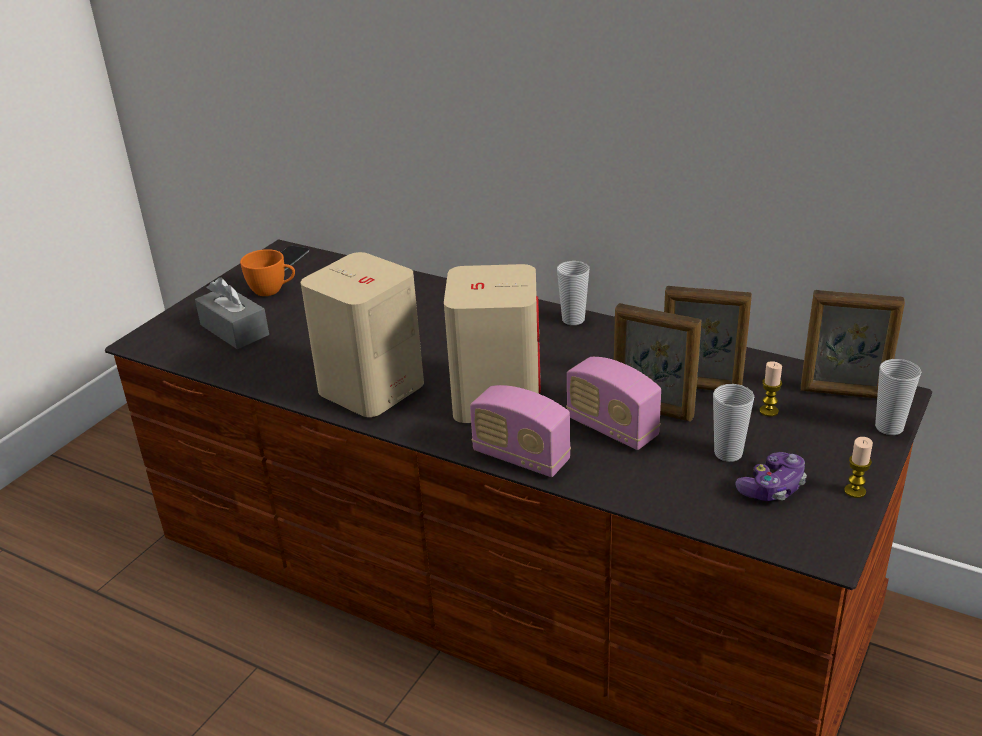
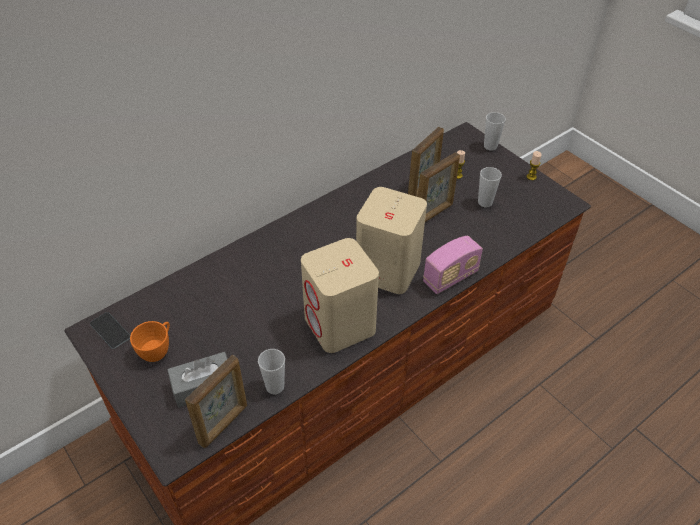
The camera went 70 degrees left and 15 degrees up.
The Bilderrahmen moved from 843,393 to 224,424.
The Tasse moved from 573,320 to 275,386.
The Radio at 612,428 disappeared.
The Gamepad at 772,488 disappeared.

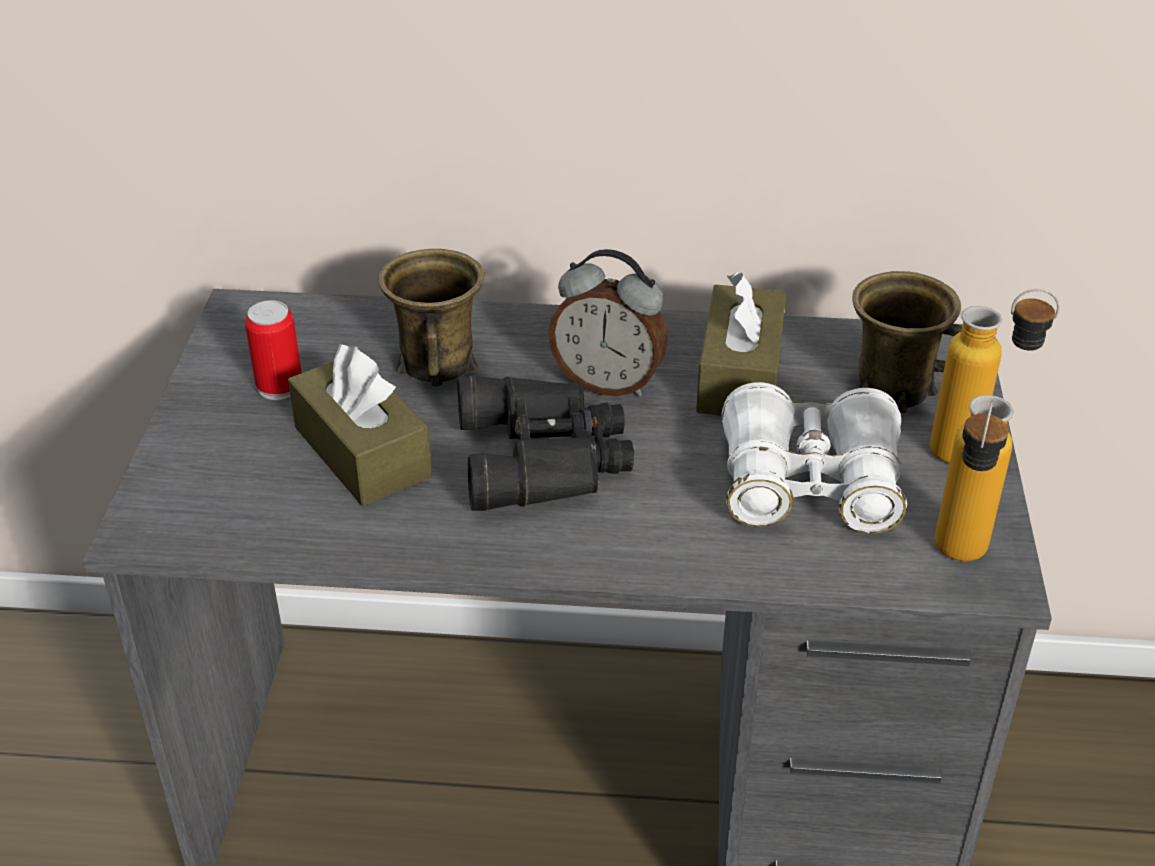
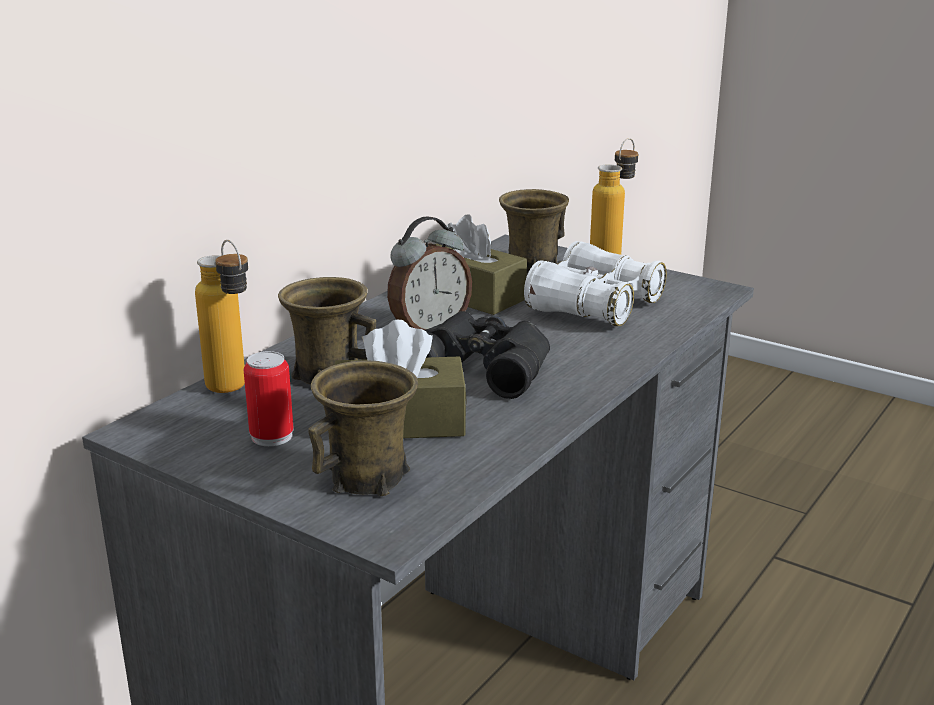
The camera went 60 degrees left and 15 degrees down.
The Flasche moved from 957,560 to 234,391.
The Henkelbecher [braun] at 368,477 appeared.

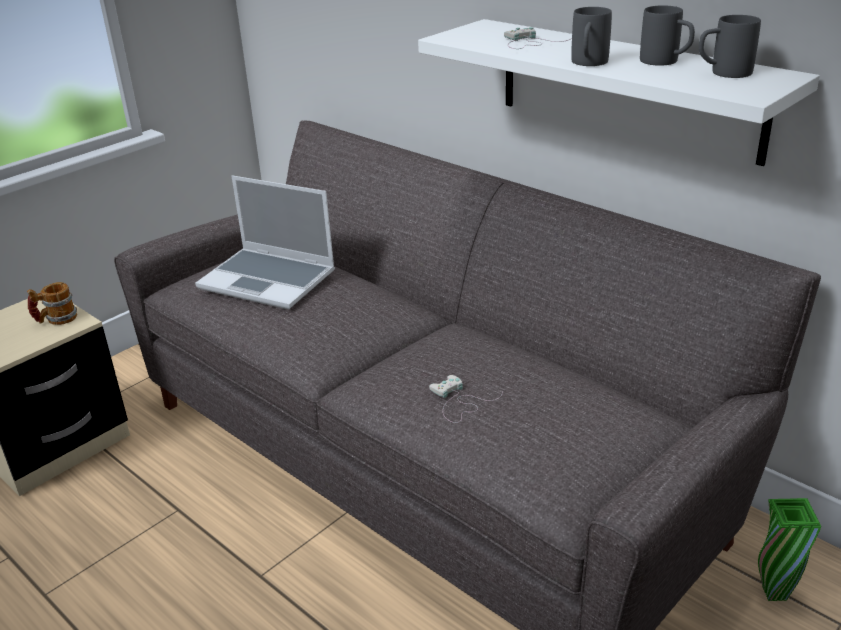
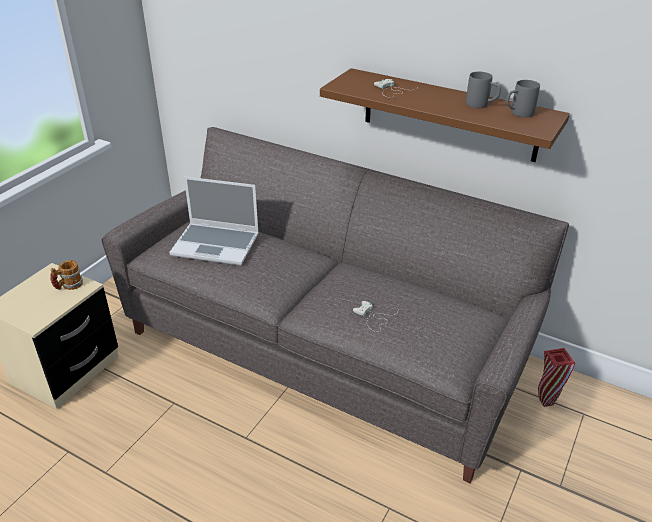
The camera went 15 degrees left and 5 degrees up.
The Wandregal [weiß] at 626,88 became the Wandregal [braun] at 449,115.
The Vase [grün] at 774,593 became the Vase [rot] at 546,402.
The Henkelbecher [grau] at 588,64 disappeared.

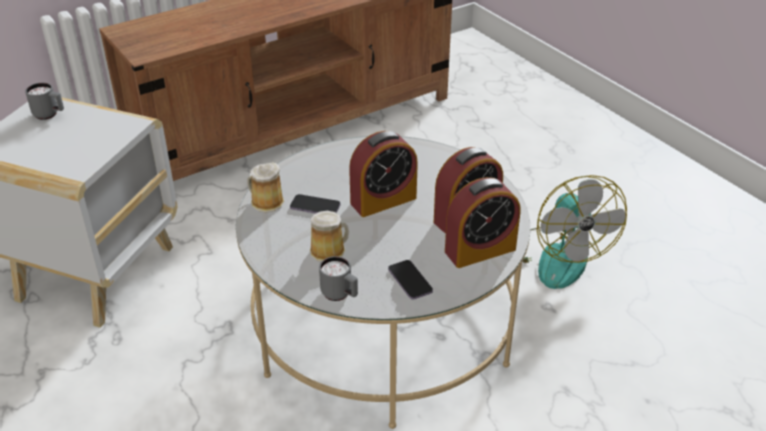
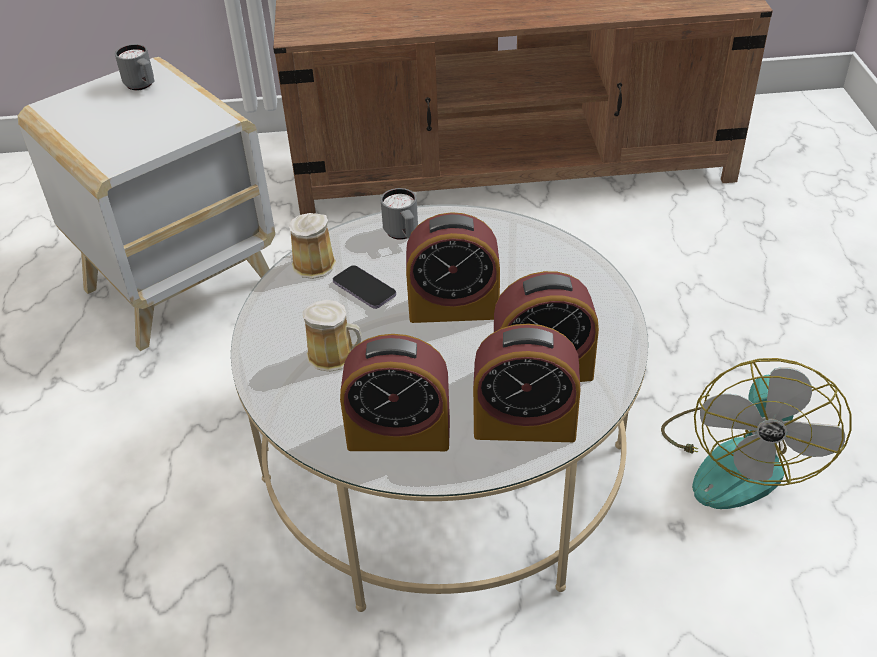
The camera went 30 degrees right and 5 degrees up.
The Handy at 410,281 was replaced by the Wecker at 399,434.
The Henkelbecher [grau] moved from 340,295 to 403,235.

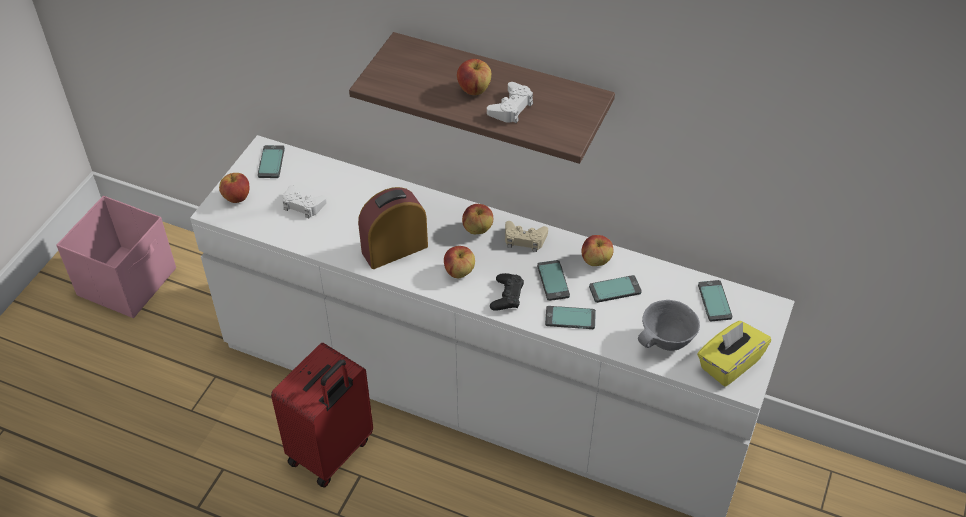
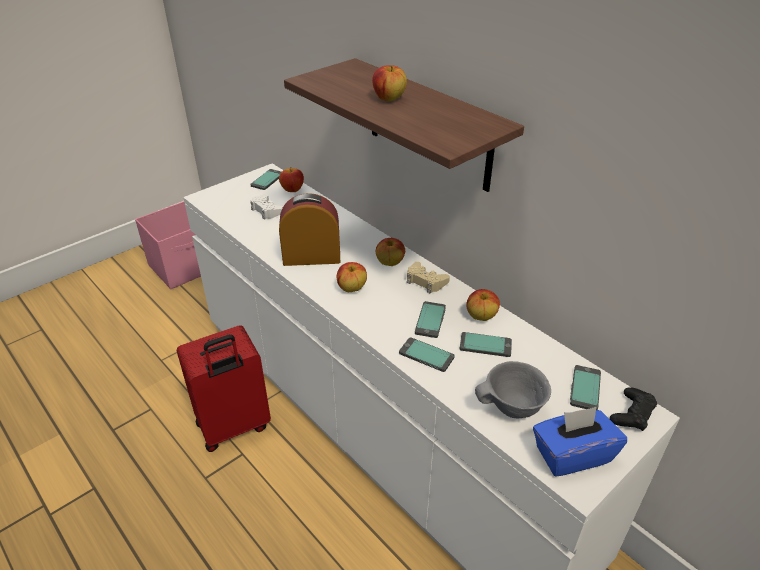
The camera went 25 degrees right and 10 degrees down.
The Apfel moved from 237,197 to 292,189.
The Taschentuchbox [gelb] at 729,364 became the Taschentuchbox [blau] at 572,454.
The Gamepad [schwarz] moved from 507,296 to 632,414.
The Gamepad [weiß] at 511,108 disappeared.

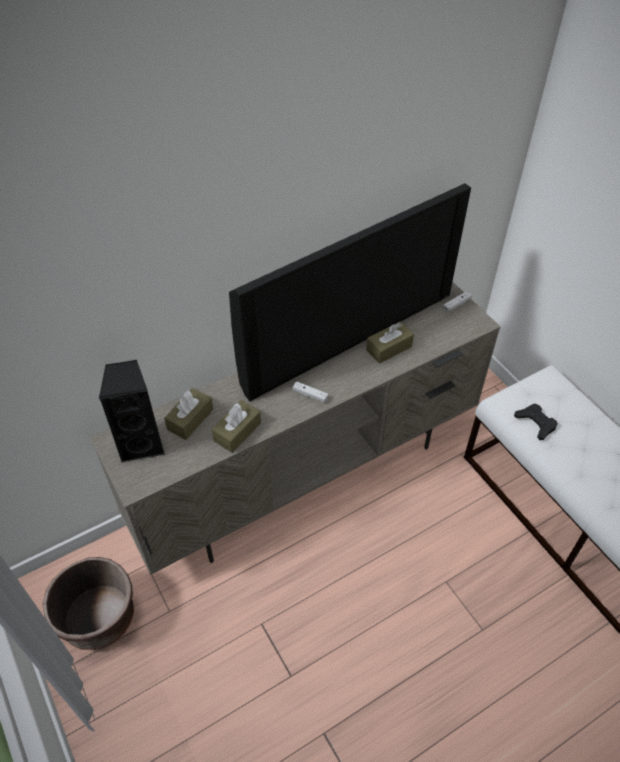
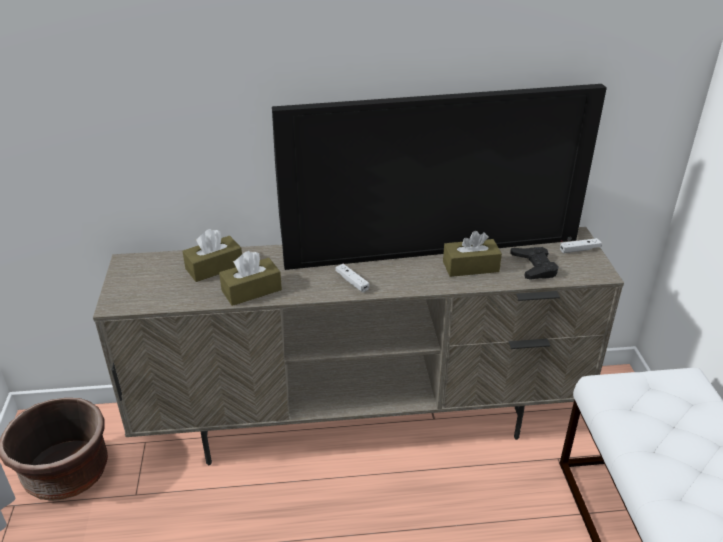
The camera went 25 degrees right and 15 degrees down.
The Gamepad [schwarz] moved from 535,423 to 534,267.
The Lautsprecher [schwarz] at 142,443 disappeared.

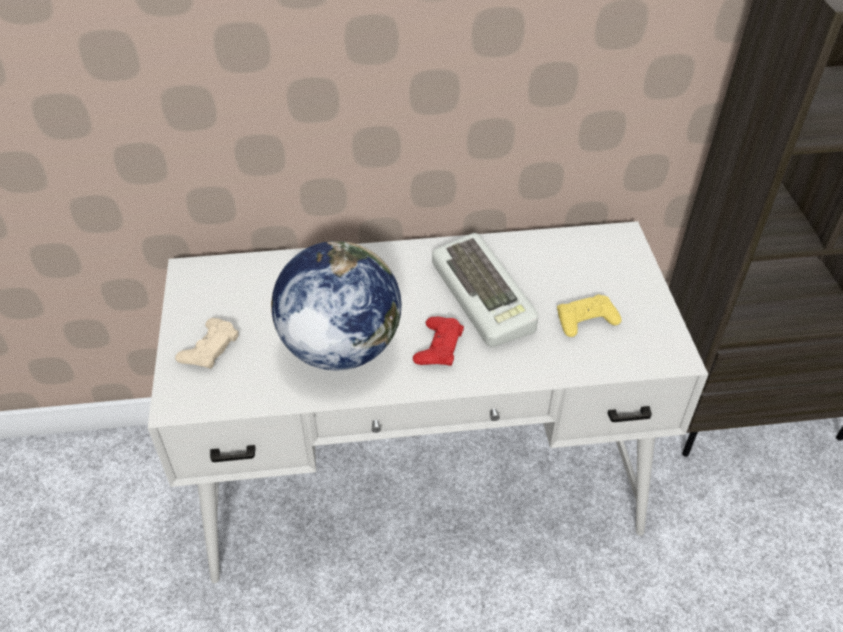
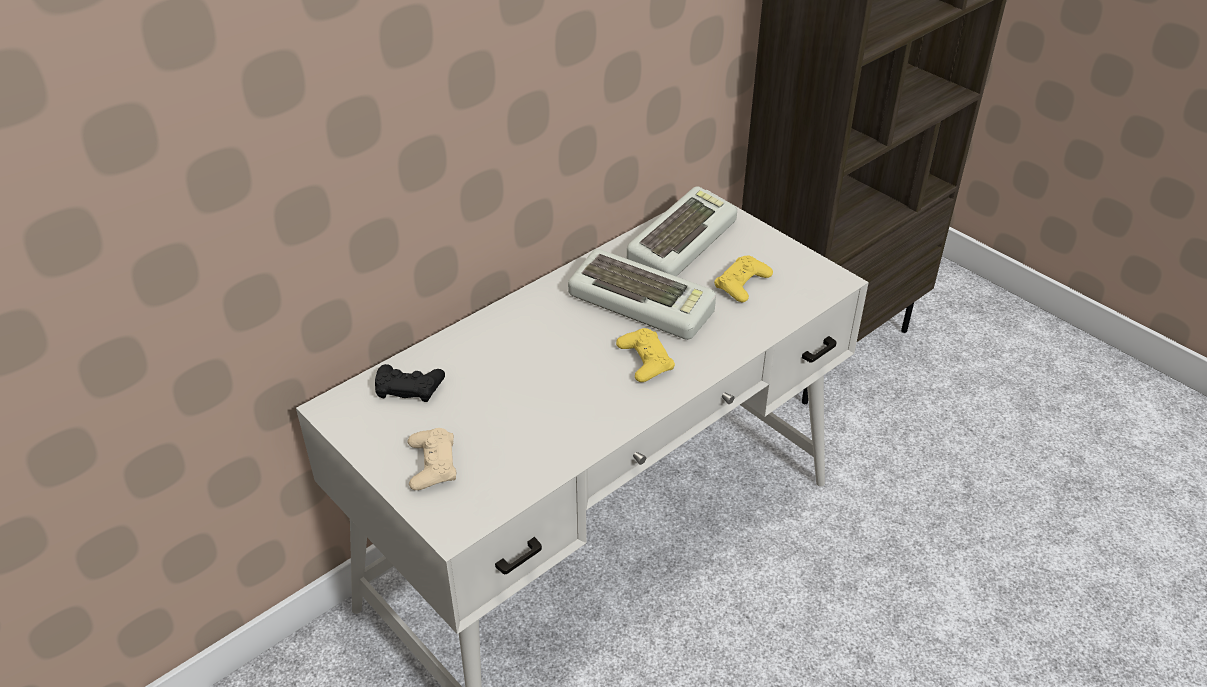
The camera went 35 degrees left and 5 degrees down.
The Gamepad [schwarz] at 408,387 appeared.
The Gamepad [rot] at 438,346 became the Gamepad [gelb] at 645,360.
The Tastatur at 680,241 appeared.
The Globus at 340,348 disappeared.

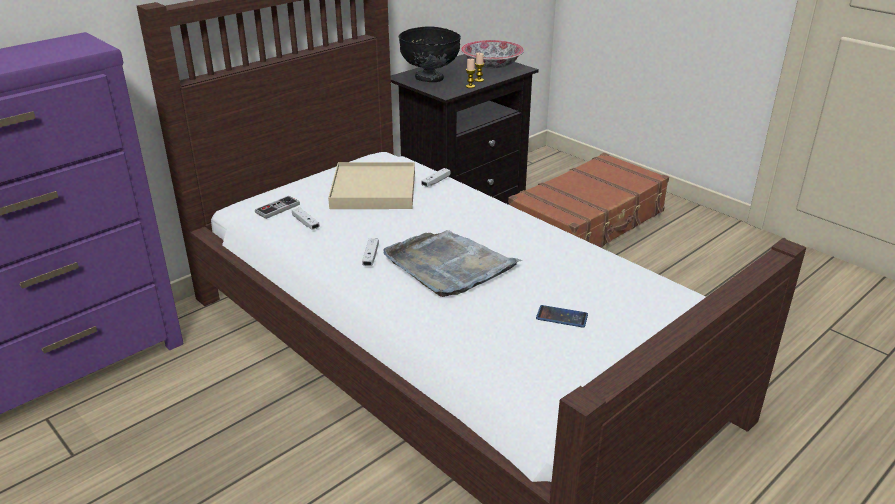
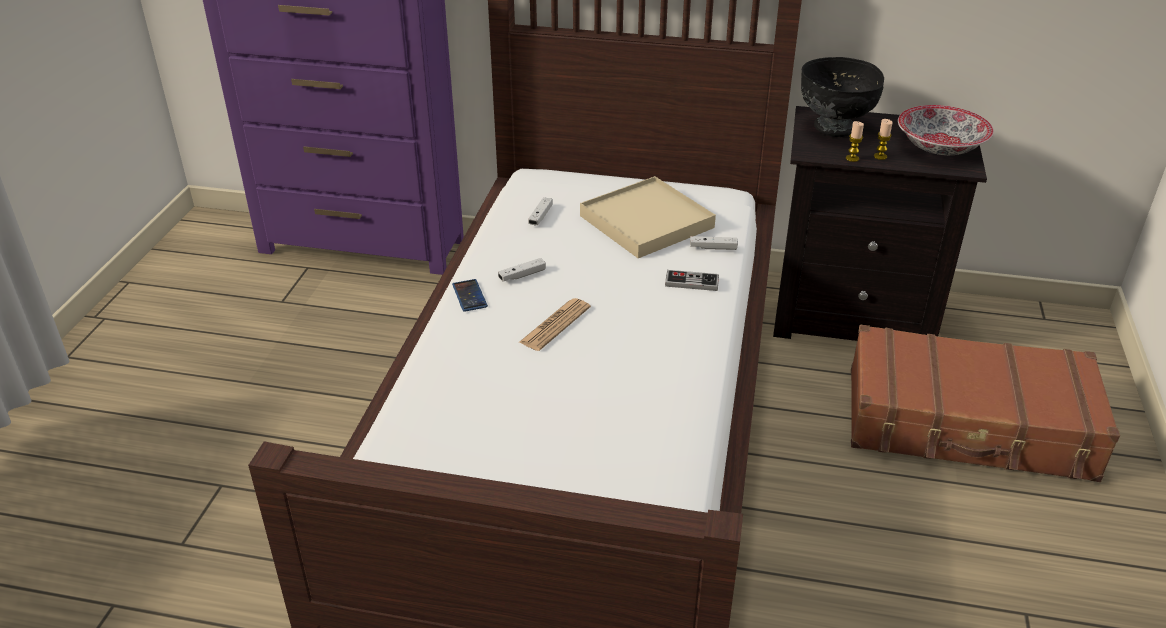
The camera went 55 degrees right and 5 degrees up.
The Handy moved from 562,317 to 469,296.
The Tablett [grau] at 449,266 was replaced by the Zeitung at 555,325.
The Gamepad moved from 277,208 to 691,282.

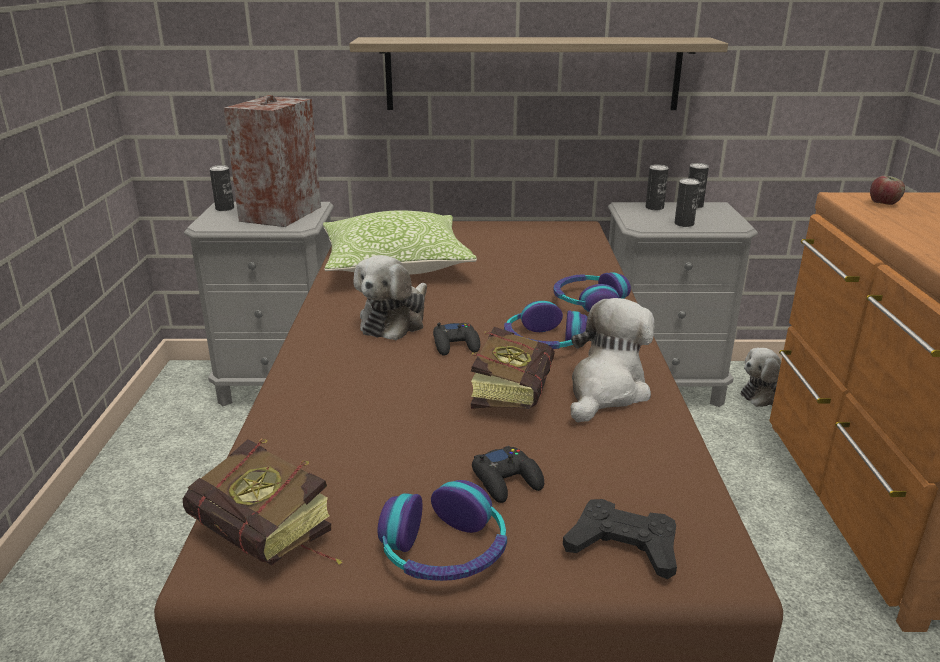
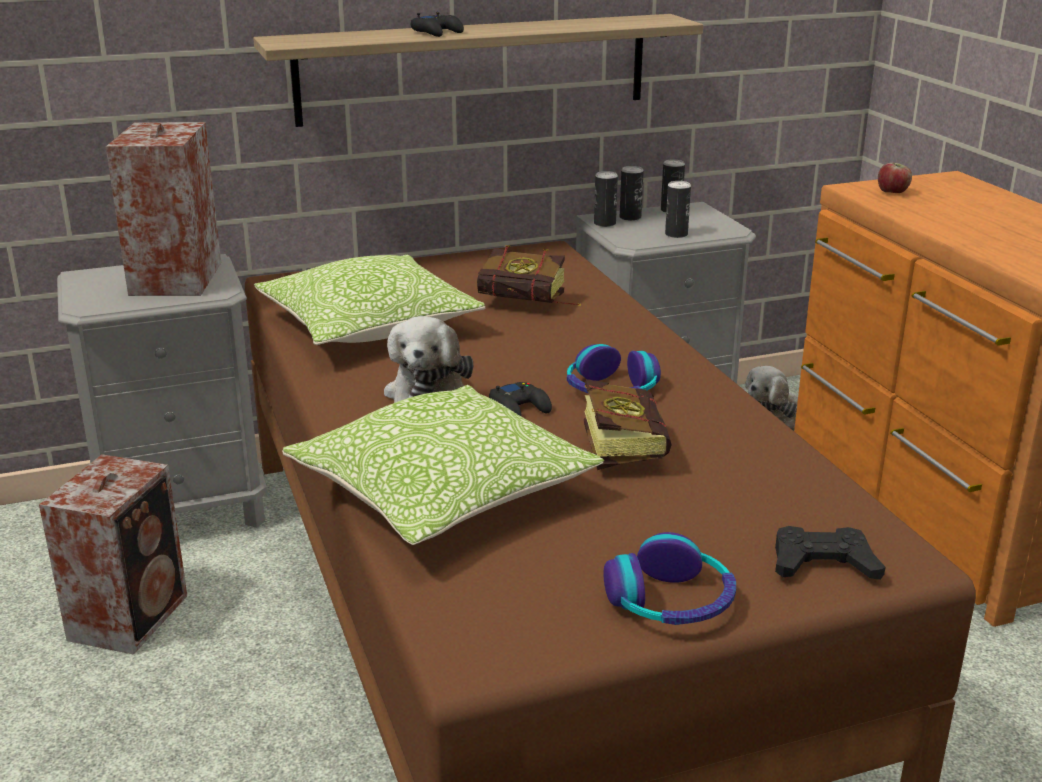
The camera went 20 degrees left and 0 degrees up.
The Lautsprecher at 132,615 appeared.
The Kissen at 443,493 appeared.
The Gamepad [schwarz] moved from 507,481 to 437,32.
The Buch moved from 272,543 to 530,305.
The Dose moved from 225,208 to 604,223.
The Kopfhörer at 589,302 disappeared.
The Plüschtier at 606,391 disappeared.

